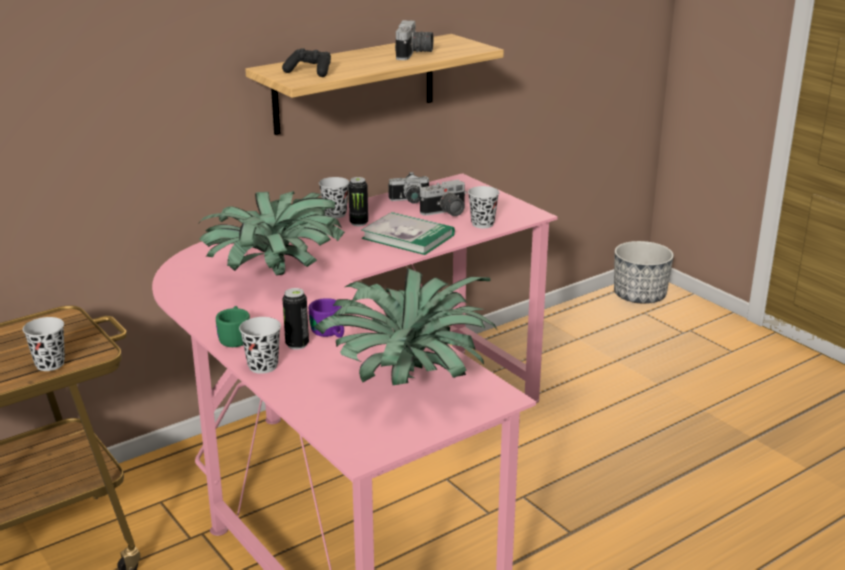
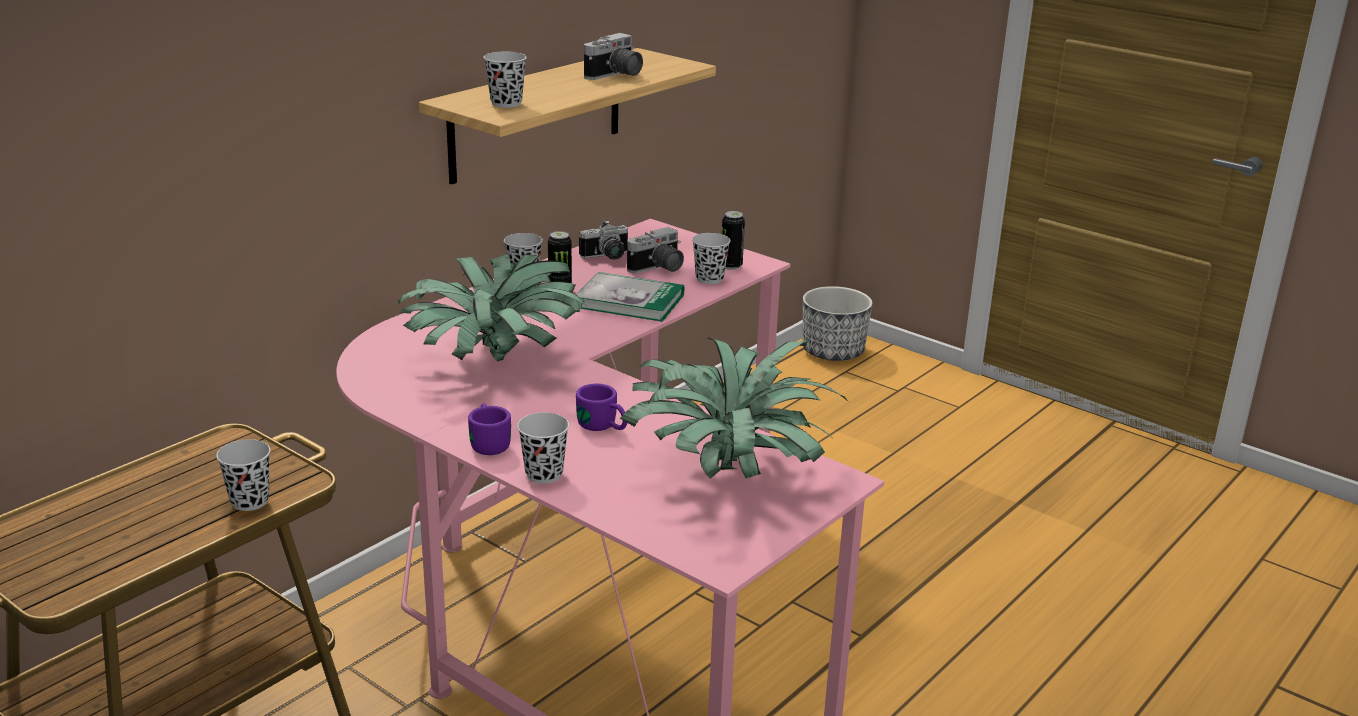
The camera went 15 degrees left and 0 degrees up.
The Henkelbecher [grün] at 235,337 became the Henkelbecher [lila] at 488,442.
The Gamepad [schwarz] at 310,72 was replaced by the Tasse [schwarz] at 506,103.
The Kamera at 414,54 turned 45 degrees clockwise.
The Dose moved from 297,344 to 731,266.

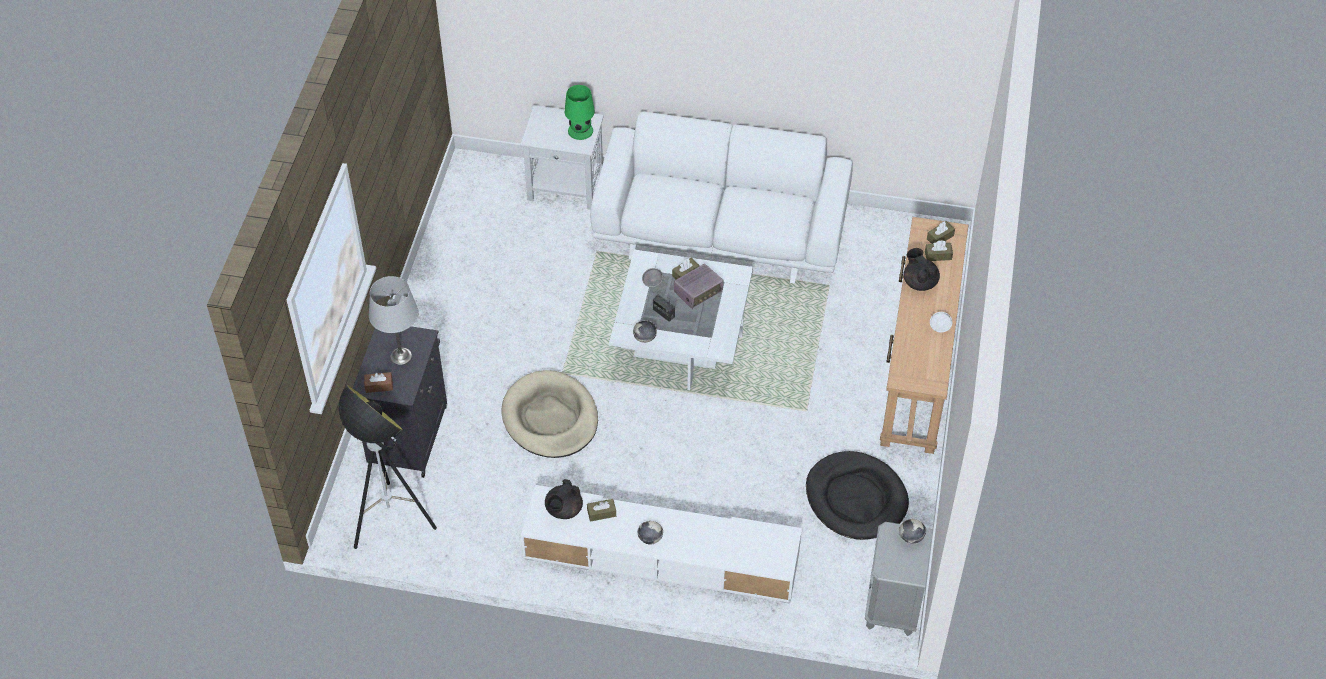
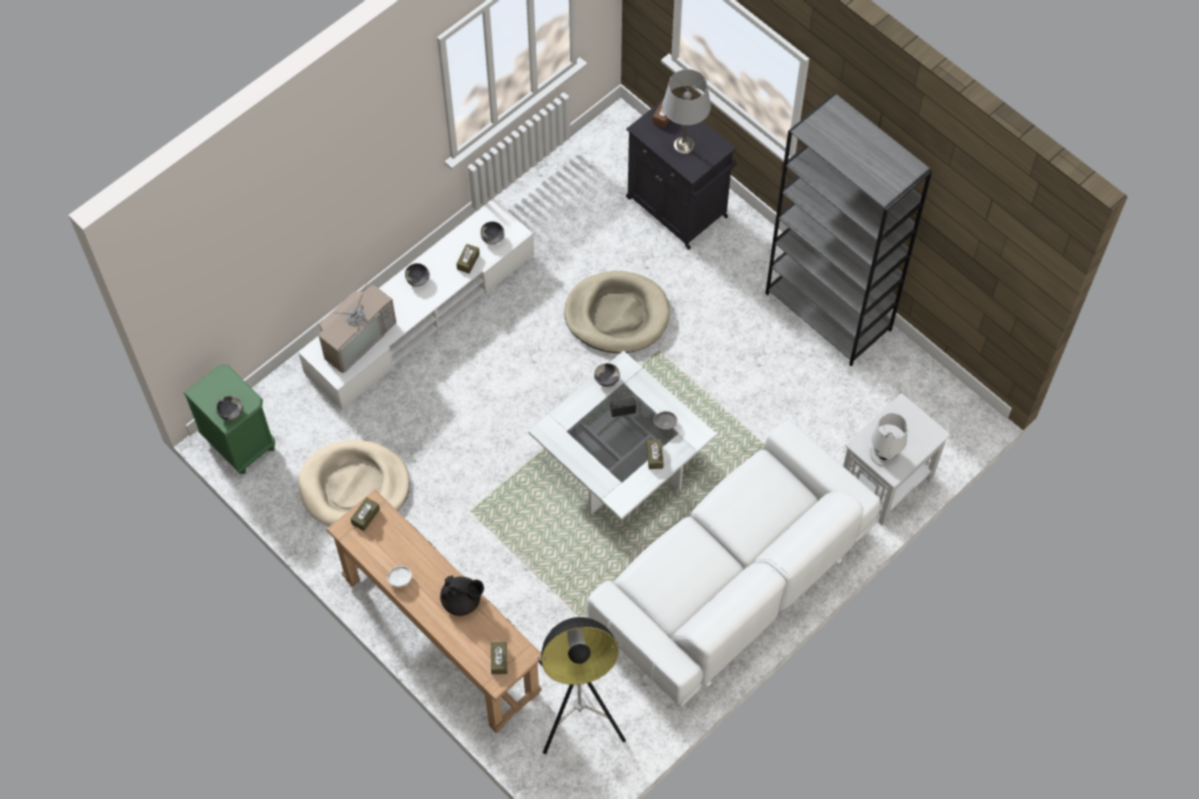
The camera went 125 degrees right and 10 degrees up.
The Nachttisch [grau] at 892,606 became the Nachttisch [grün] at 239,443.
The Hundebett [schwarz] at 856,498 became the Hundebett [beige] at 354,487.
The Fernseher at 357,337 appeared.
The Taschentuchbox [braun] moved from 938,255 to 365,516.
The Teekanne [schwarz] at 563,510 was replaced by the Schüssel at 492,238.
The Stehlampe moved from 390,521 to 580,719.
The Bücherregal [grau] at 829,312 appeared.
The Tischlampe [grün] at 580,130 became the Tischlampe [weiß] at 885,453.
The Radio at 698,292 disappeared.

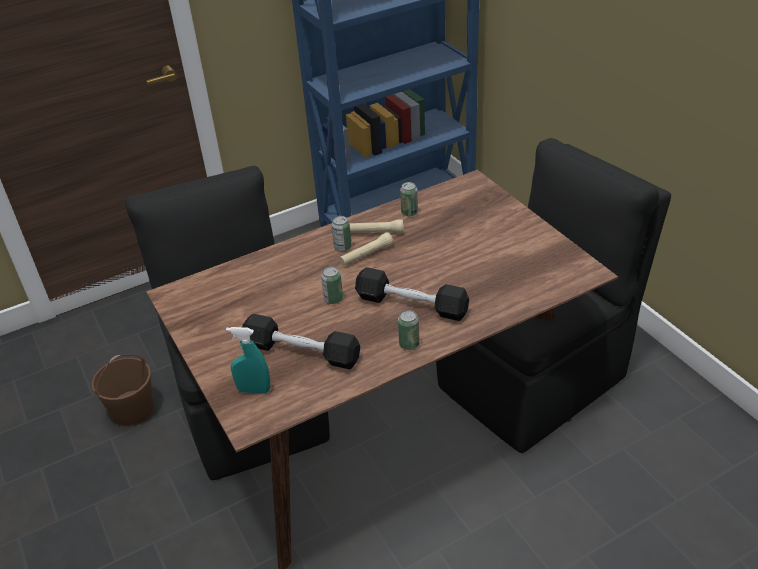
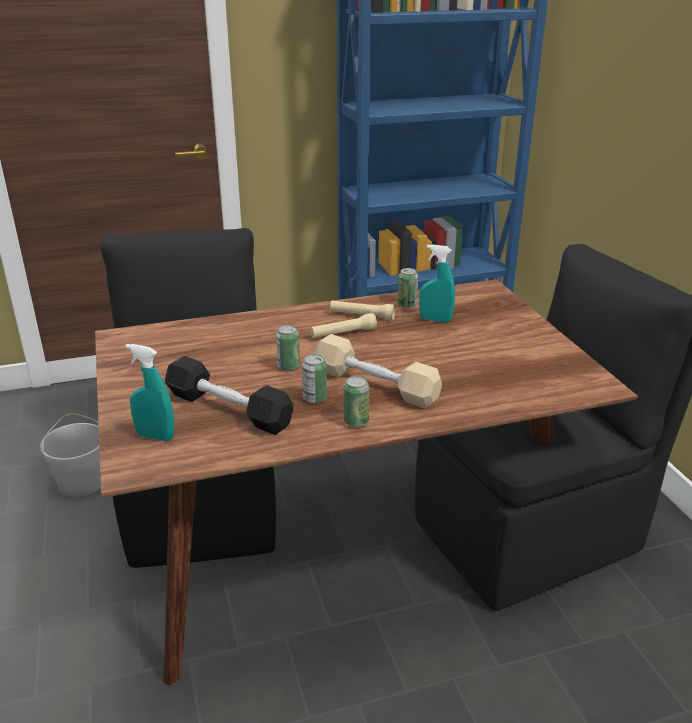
The camera went 10 degrees right and 10 degrees down.
The Eimer [braun] at 133,409 became the Eimer [weiß] at 82,481.
The Dose moved from 342,247 to 315,398.
The Hantel [schwarz] at 412,304 became the Hantel [beige] at 375,385.
The Sprühflasche [türkis] at 435,320 appeared.

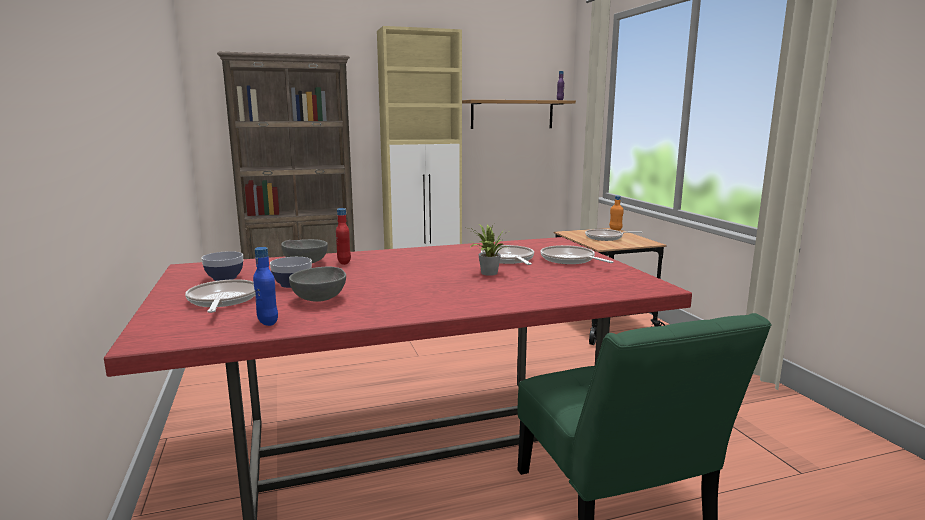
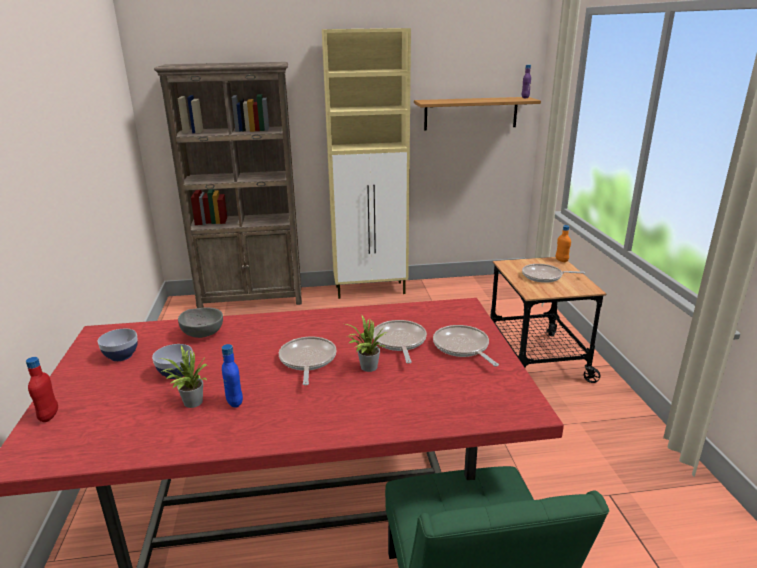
The camera went 10 degrees right and 10 degrees up.
The Flasche [rot] moved from 344,262 to 49,416.
The Schüssel [grau] at 321,299 was replaced by the Topfpflanze at 190,403.
The Flasche [blau] moved from 268,322 to 235,402.
The Pfanne moved from 222,300 to 307,360.

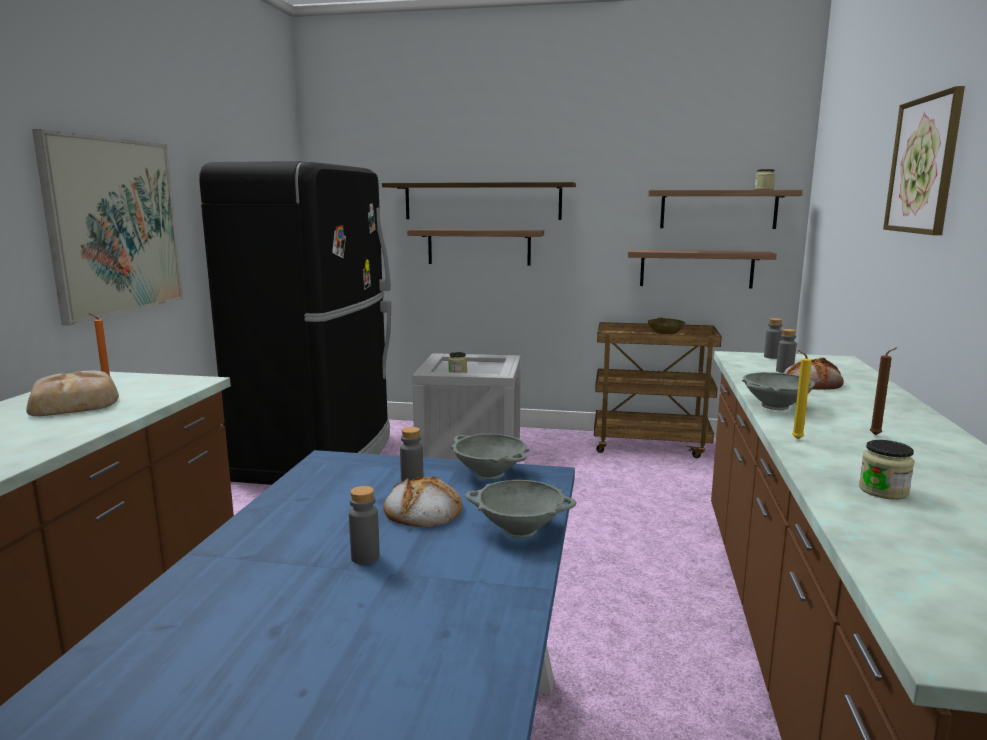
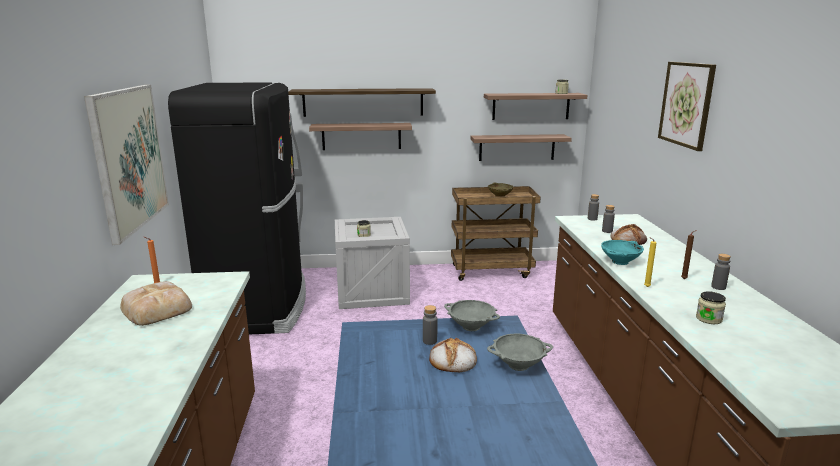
The camera went 15 degrees left and 5 degrees up.
The Schüssel [grau] at 775,406 became the Schüssel [türkis] at 620,262.
The Flasche [grau] moved from 365,557 to 718,287.

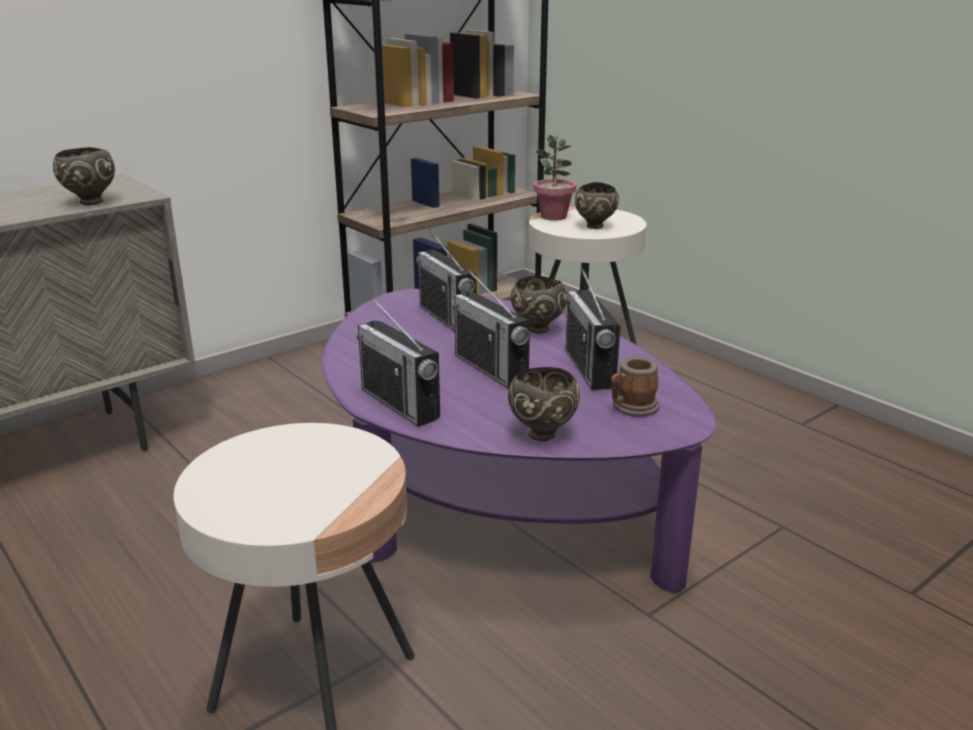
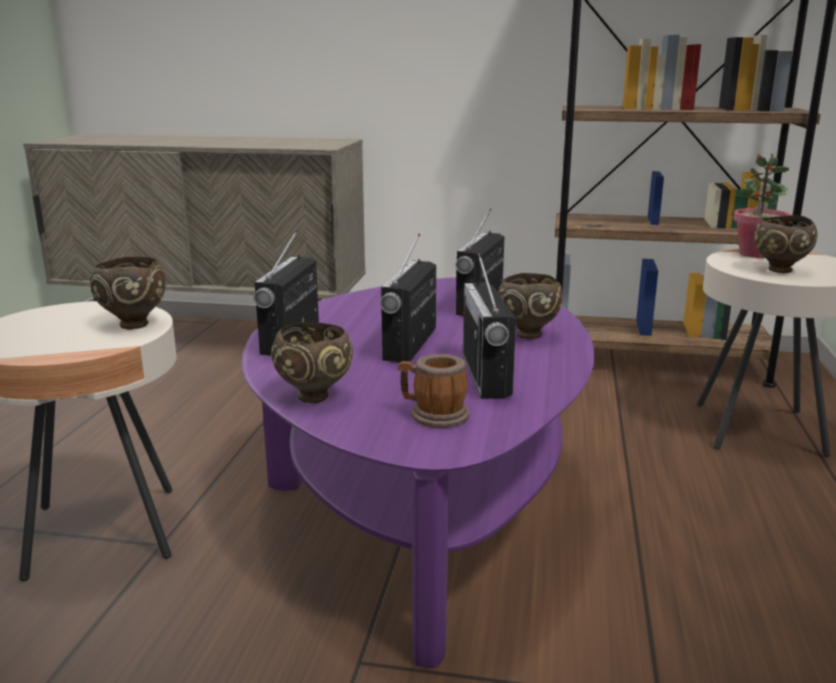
The camera went 50 degrees right and 5 degrees down.
The Schüssel [braun] moved from 90,202 to 133,324.
The Radio at 589,369 turned 45 degrees counterclockwise.

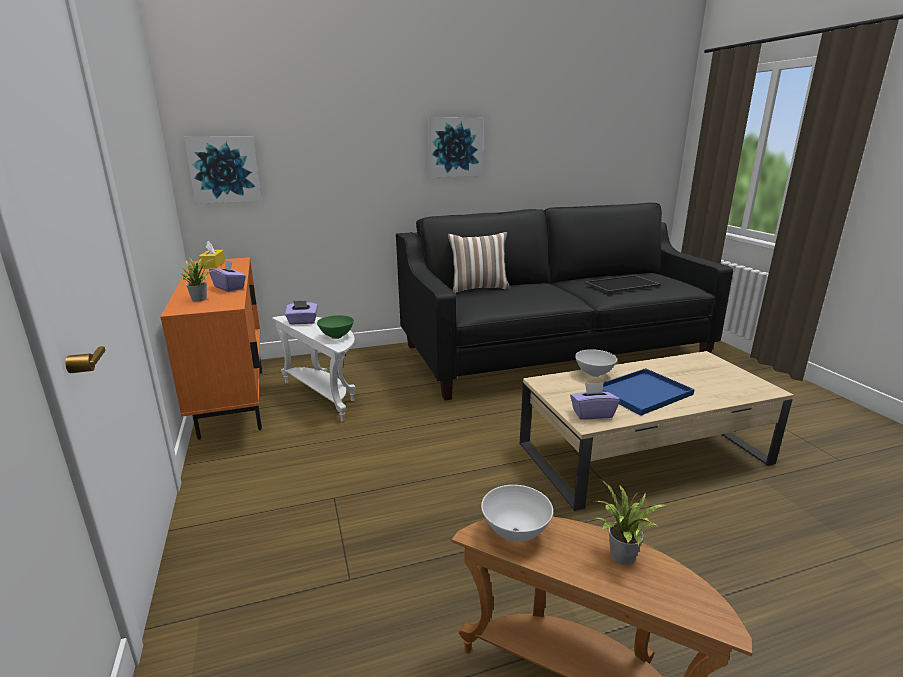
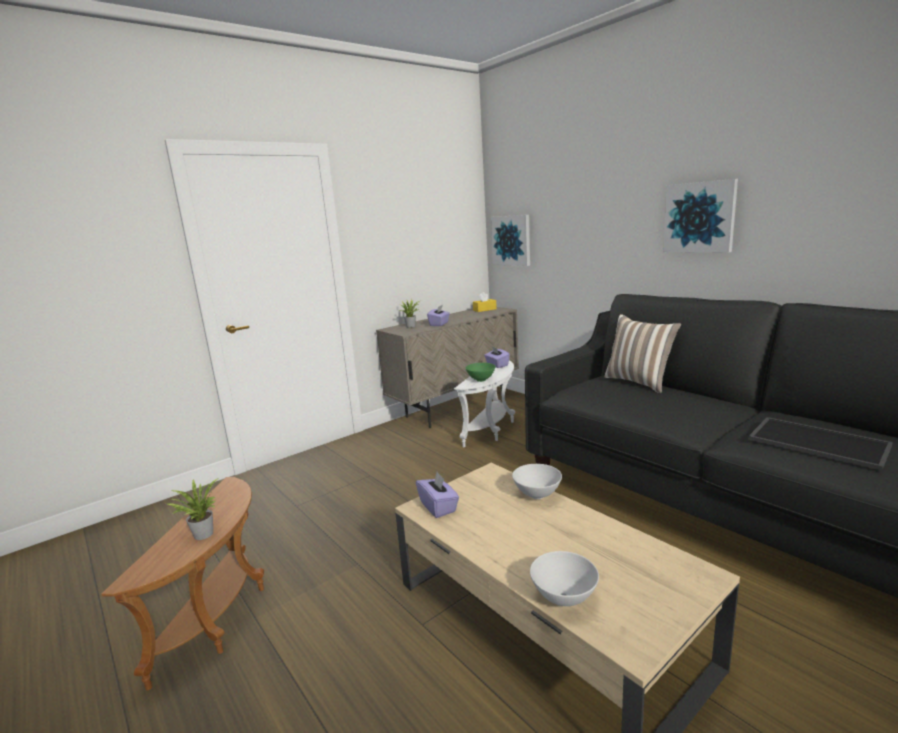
The camera went 70 degrees right and 5 degrees down.
The Schrank [orange] at 233,401 became the Schrank [beige] at 456,408.
The Schüssel [weiß] moved from 516,533 to 563,598.
The Tablett [blau] at 642,393 disappeared.

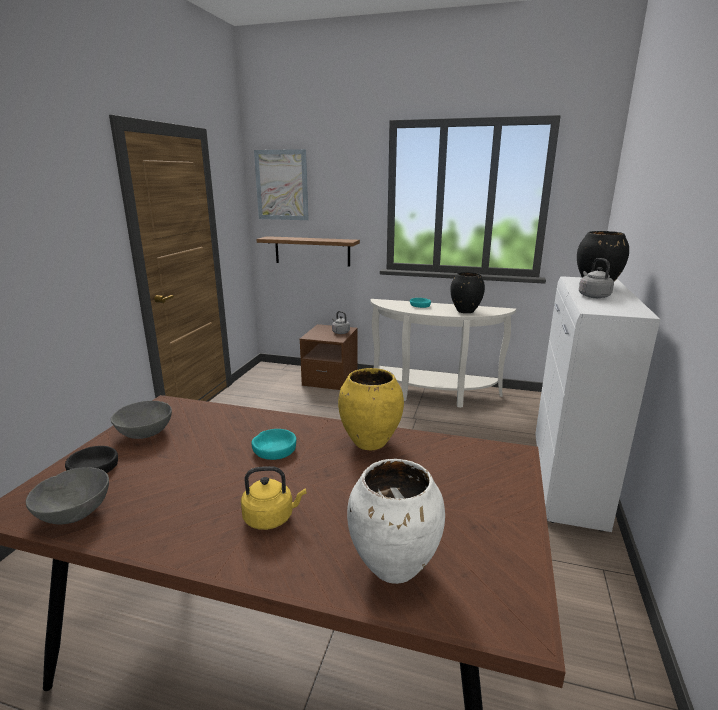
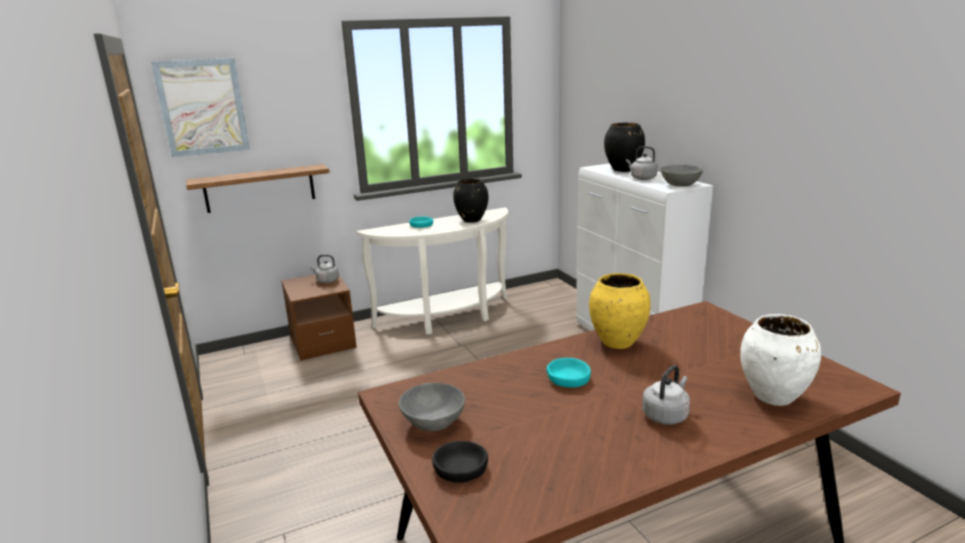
The camera went 40 degrees left and 0 degrees up.
The Wasserkessel [gelb] at 271,518 became the Wasserkessel [grau] at 666,415.
The Schüssel [grau] moved from 74,513 to 680,185.

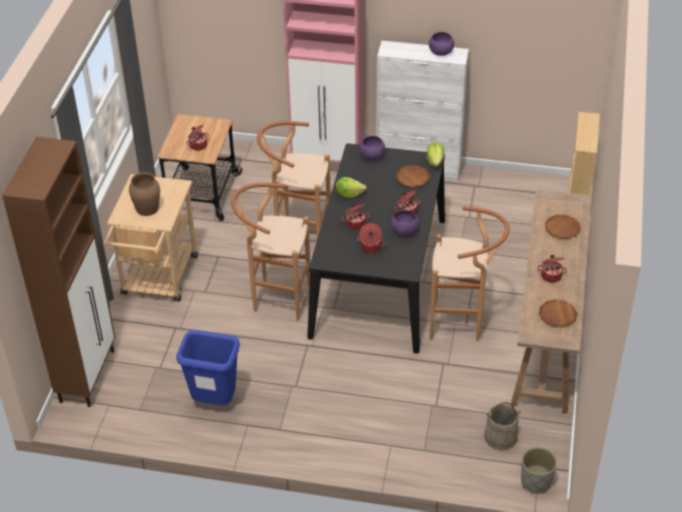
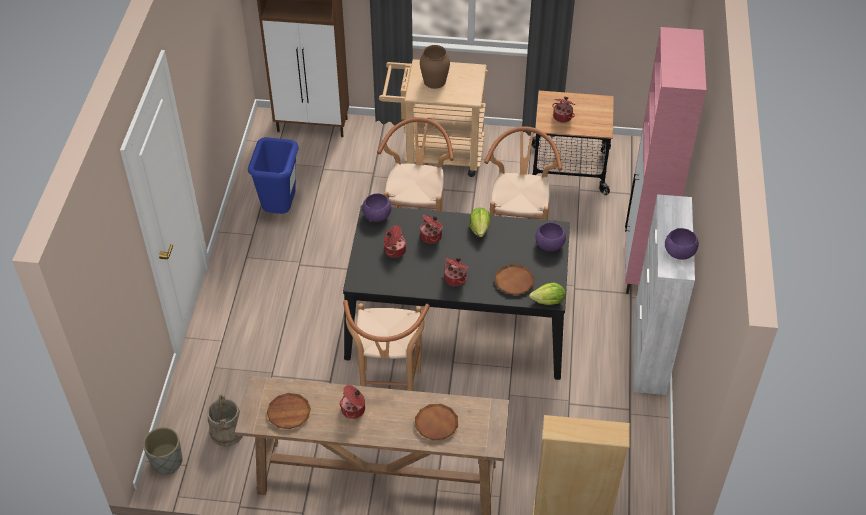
The camera went 85 degrees right and 5 degrees up.
The Schüssel [lila] moved from 404,231 to 376,216.

